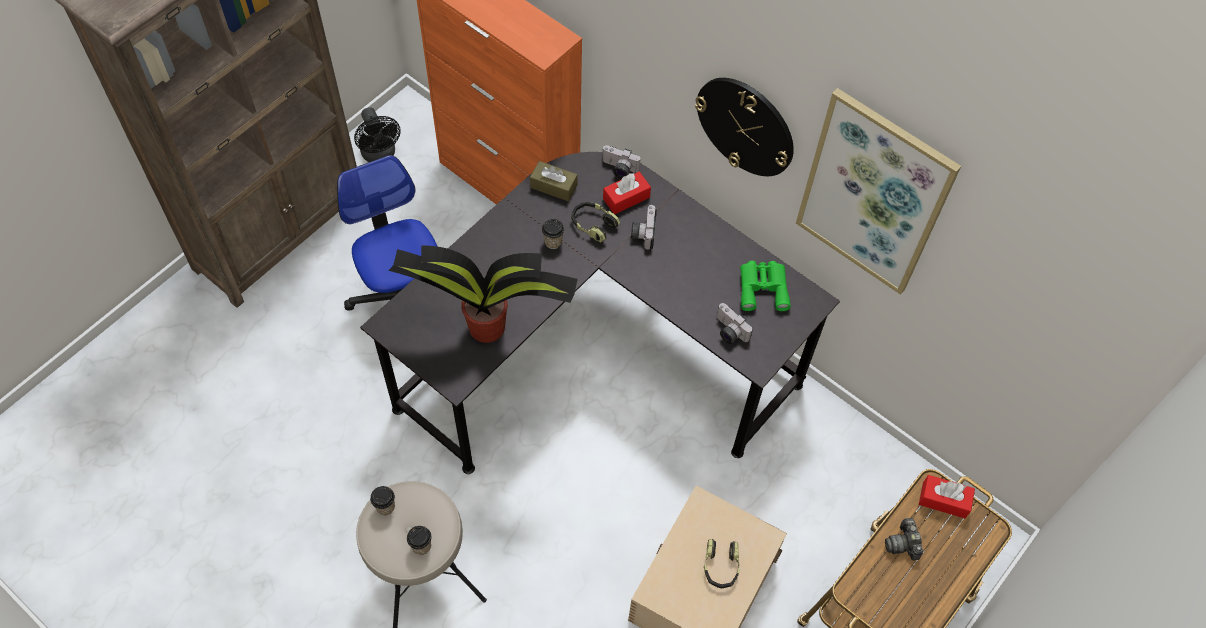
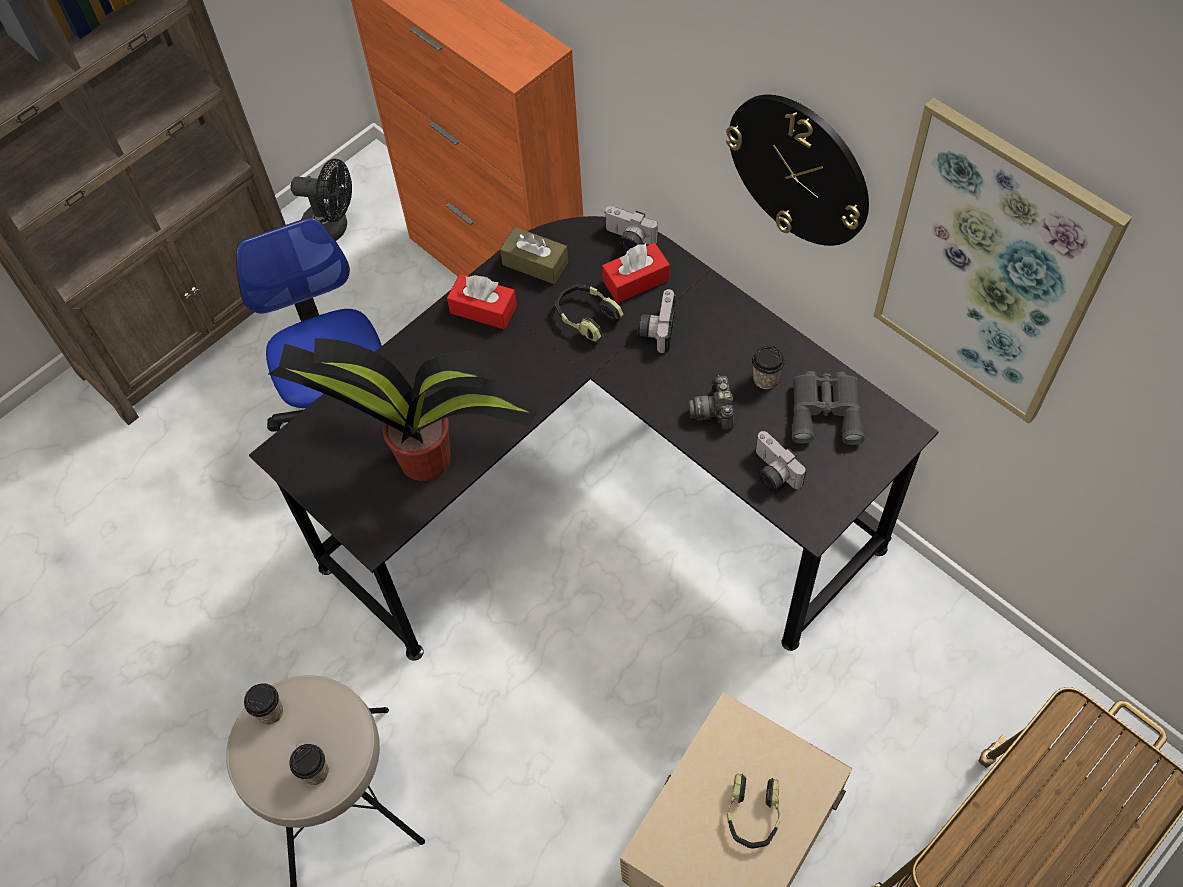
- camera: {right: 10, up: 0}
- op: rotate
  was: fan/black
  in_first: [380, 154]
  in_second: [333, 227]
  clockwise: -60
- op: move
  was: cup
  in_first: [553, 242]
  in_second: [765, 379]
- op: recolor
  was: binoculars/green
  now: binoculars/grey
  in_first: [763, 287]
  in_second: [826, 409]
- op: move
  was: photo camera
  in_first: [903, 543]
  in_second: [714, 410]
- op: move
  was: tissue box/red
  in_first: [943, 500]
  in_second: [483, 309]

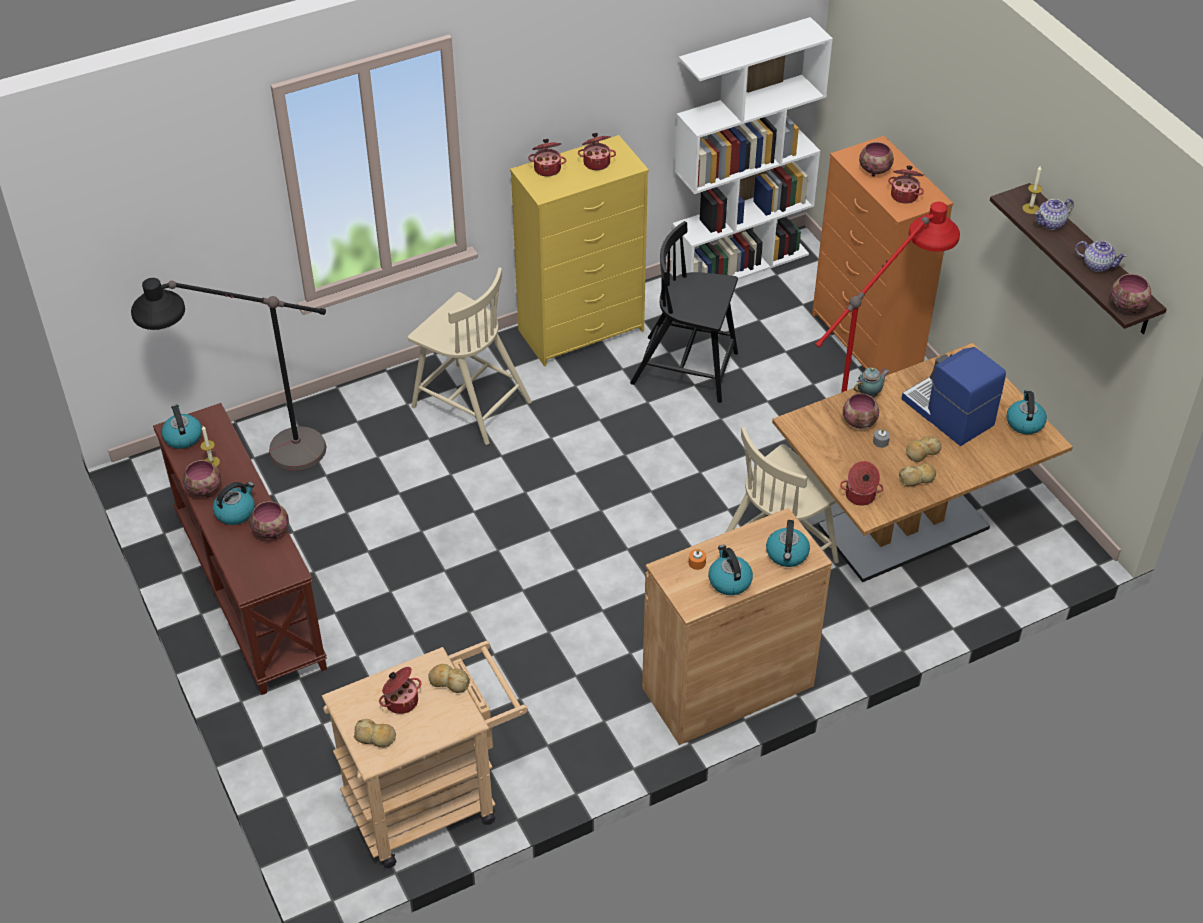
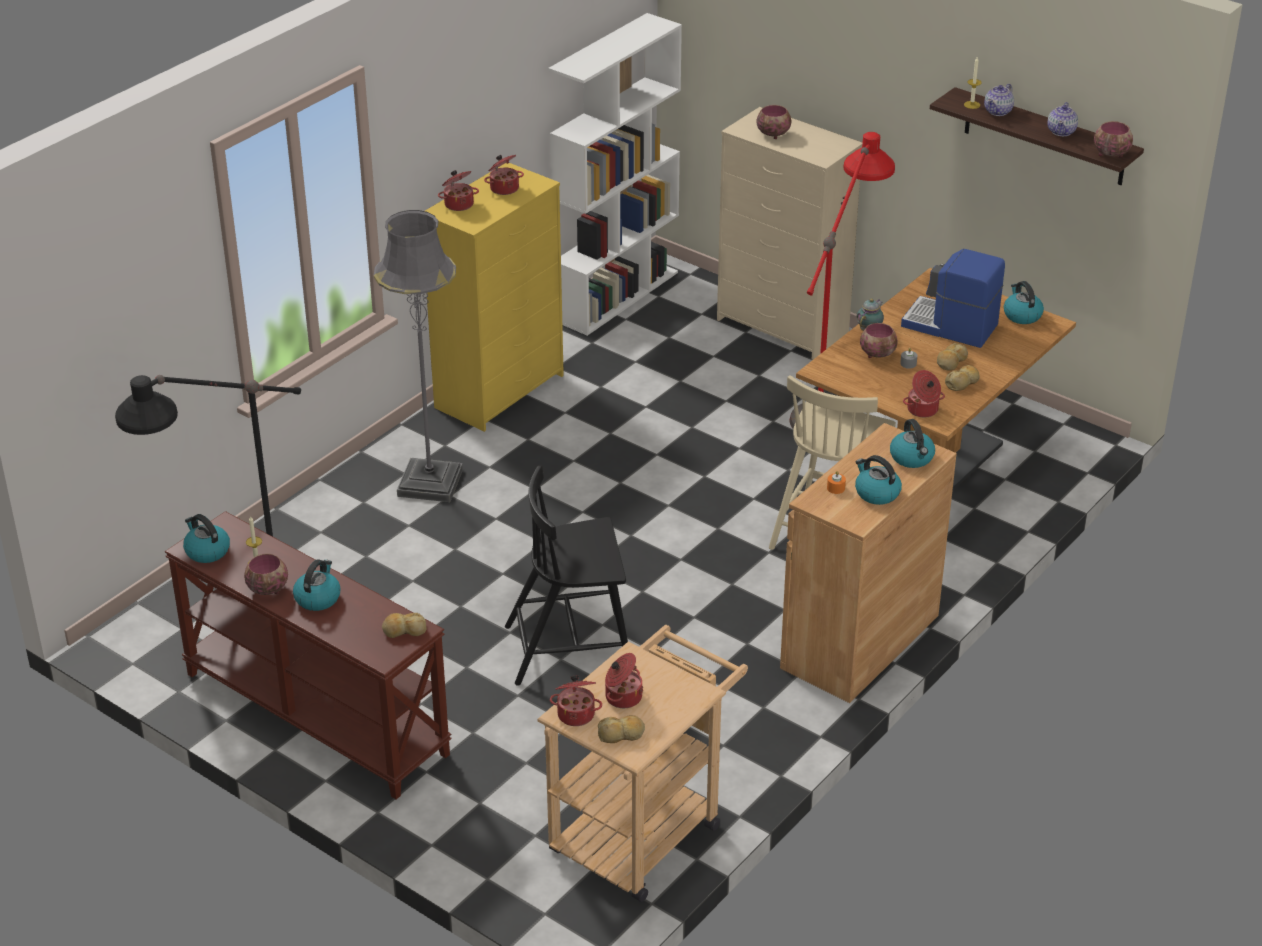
- camera: {right: -25, up: -10}
- op: delete
  was: bowl
  in_first: [271, 530]
- op: replace
  was: chair/beige
  now: floor lamp/grey
  in_first: [469, 403]
  in_second: [430, 483]
- op: move
  was: bread
  in_first: [449, 682]
  in_second: [404, 630]
- op: move
  was: chair/black
  in_first: [687, 369]
  in_second: [571, 648]
- op: recolor
  was: dresser/orange
  now: dresser/beige
  in_first: [867, 340]
  in_second: [783, 327]
- op: move
  was: cooking pot
  in_first: [904, 195]
  in_second: [576, 714]
- op: rotate
  was: teapot
  in_first: [1097, 265]
  in_second: [1061, 131]
  clockwise: 105

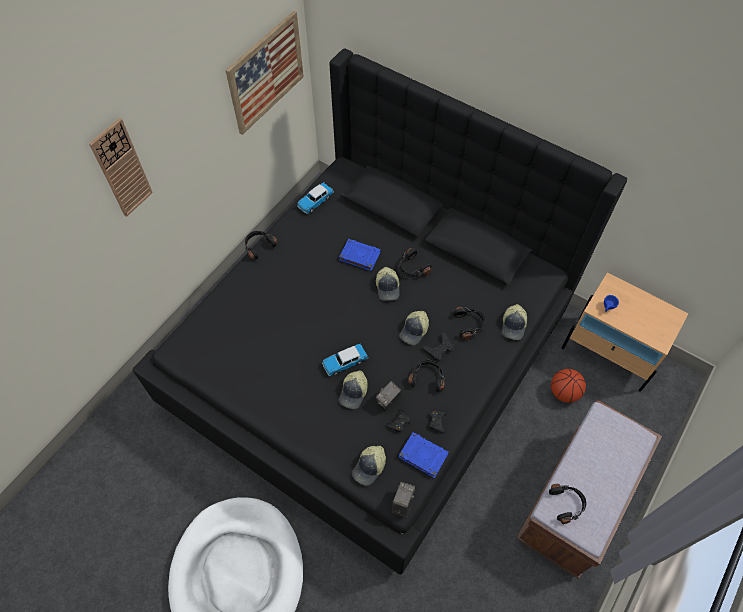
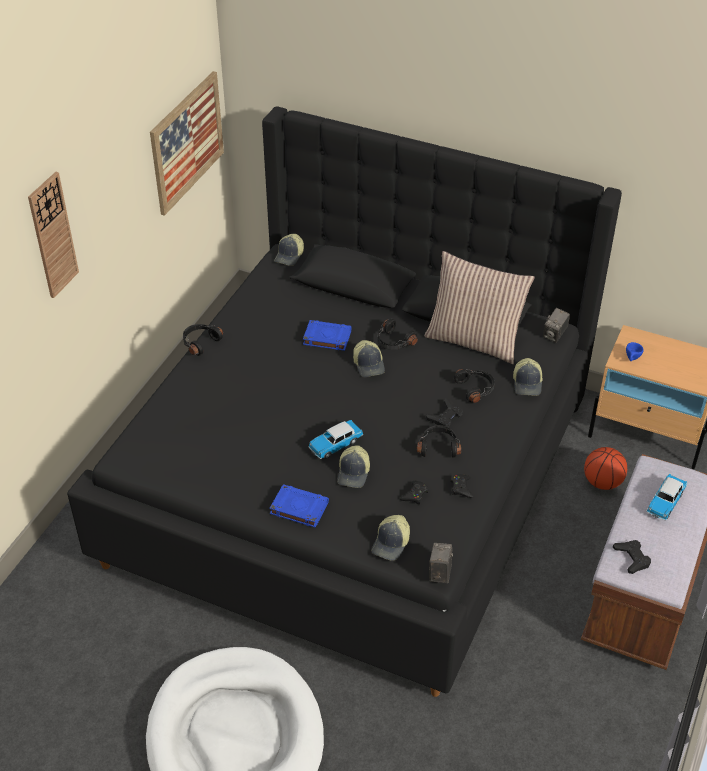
- camera: {right: -10, up: -15}
- op: move
  was: toy car
  in_first: [315, 201]
  in_second: [665, 502]
- op: move
  was: photo camera
  in_first: [388, 400]
  in_second: [554, 335]
- op: move
  was: cap
  in_first: [414, 331]
  in_second: [290, 256]
- op: move
  was: book/blue
  in_first: [422, 455]
  in_second: [298, 508]
- op: replace
  was: headphones/black
  now: game controller/black
  in_first: [567, 504]
  in_second: [632, 558]
- op: insert
  now: pillow
  in_second: [474, 340]

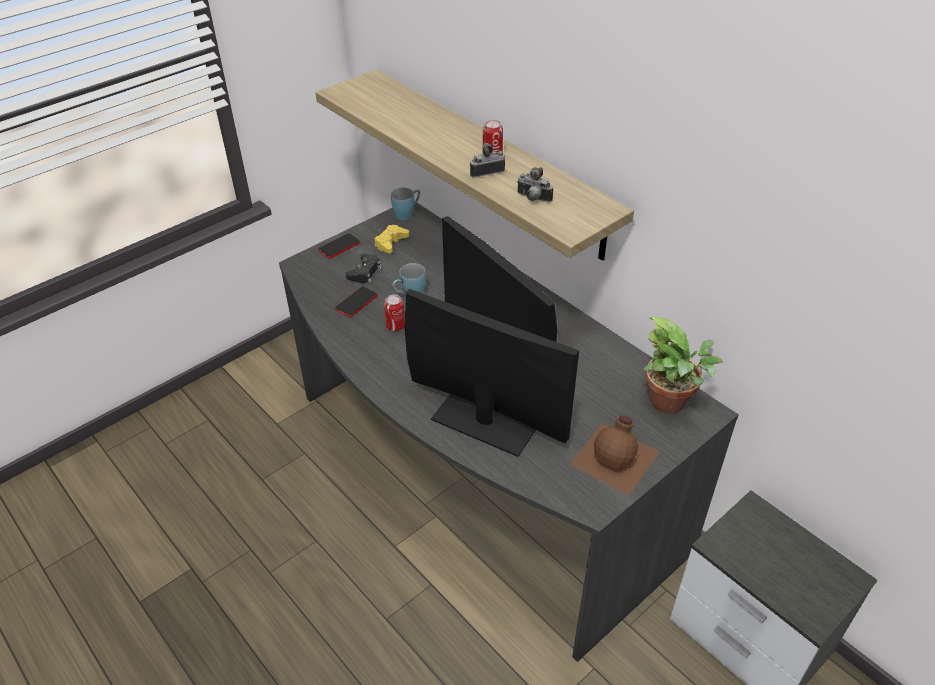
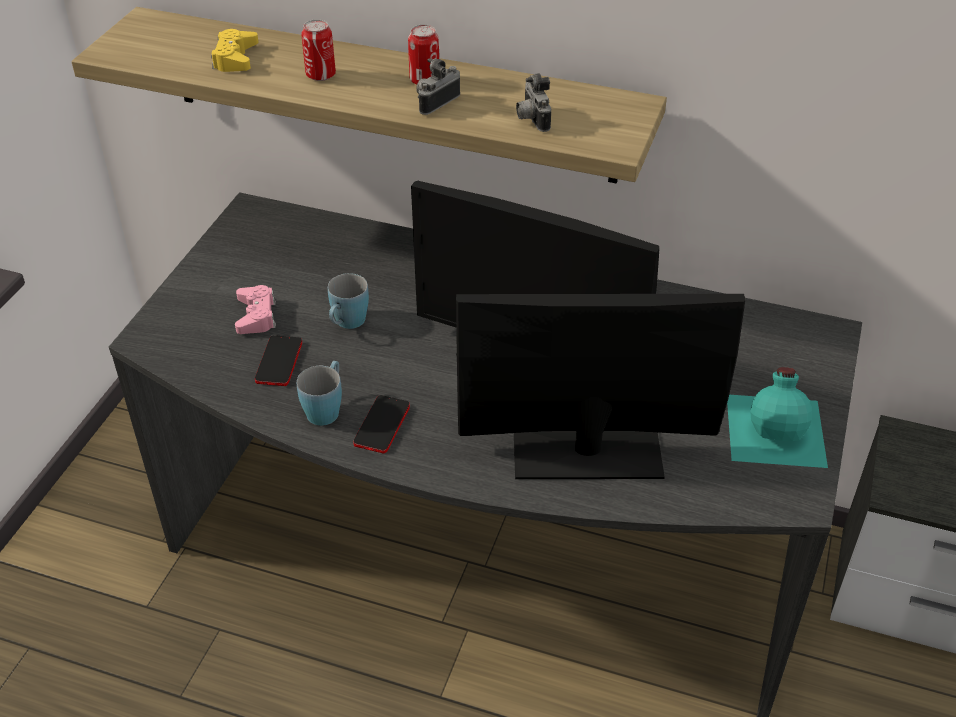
- camera: {right: -30, up: 0}
- op: move
  was: phone
  in_first: [339, 247]
  in_second: [382, 425]
- op: recolor
  was: game controller/black
  now: game controller/pink
  in_first: [365, 272]
  in_second: [256, 315]
- op: move
  was: game controller/yellow
  in_first: [391, 243]
  in_second: [235, 58]
- op: move
  was: can
  in_first: [395, 326]
  in_second: [321, 75]
- op: move
  was: mug/blue
  in_first: [407, 213]
  in_second: [326, 408]
- op: rotate
  was: photo camera
  in_first: [533, 199]
  in_second: [531, 119]
  clockwise: 75
- op: recolor
  was: bottle/brown
  now: bottle/turquoise
  in_first: [616, 457]
  in_second: [777, 428]
- op: delete
  was: potted plant
  in_first: [672, 404]

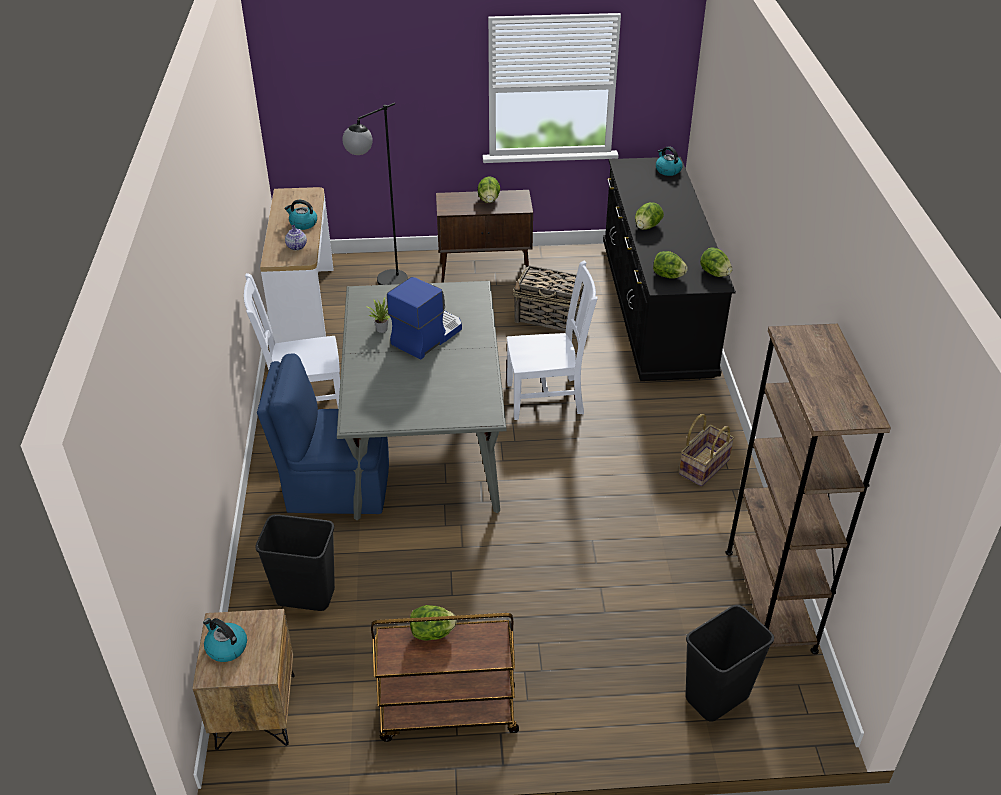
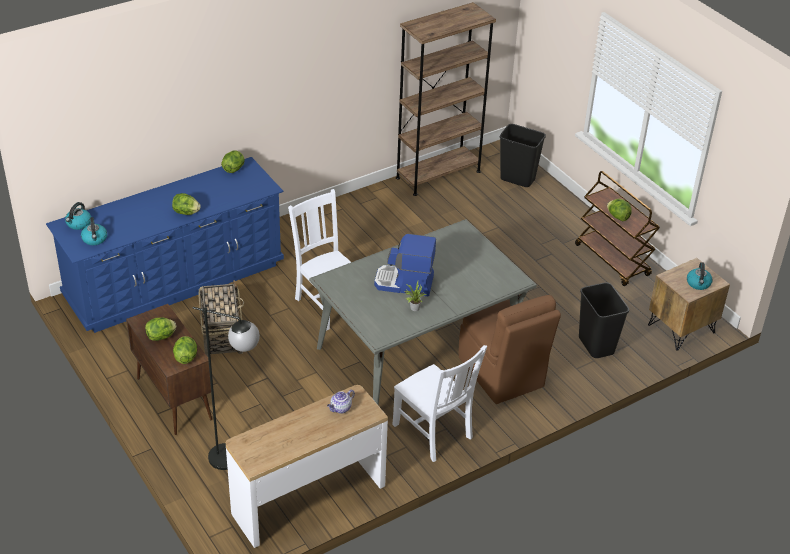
- camera: {right: -120, up: 0}
- op: recolor
  was: chair/blue
  now: chair/brown
  in_first: [335, 487]
  in_second: [502, 374]
- op: move
  was: kettle
  in_first: [303, 224]
  in_second: [95, 239]
- op: recolor
  was: dresser/black
  now: dresser/blue
  in_first: [655, 310]
  in_second: [175, 281]
- op: move
  was: lettuce
  in_first: [668, 276]
  in_second: [185, 357]
- op: delete
  was: basket
  in_first: [703, 466]

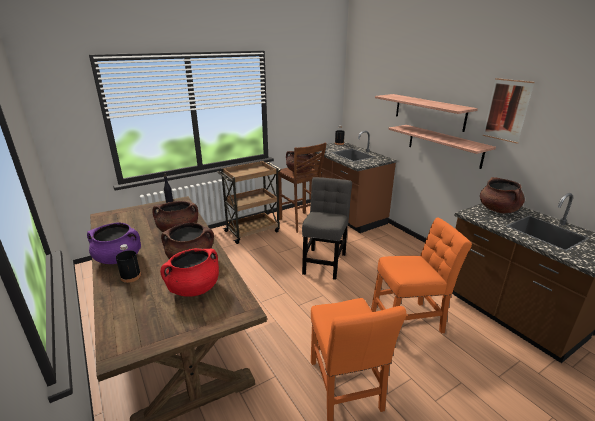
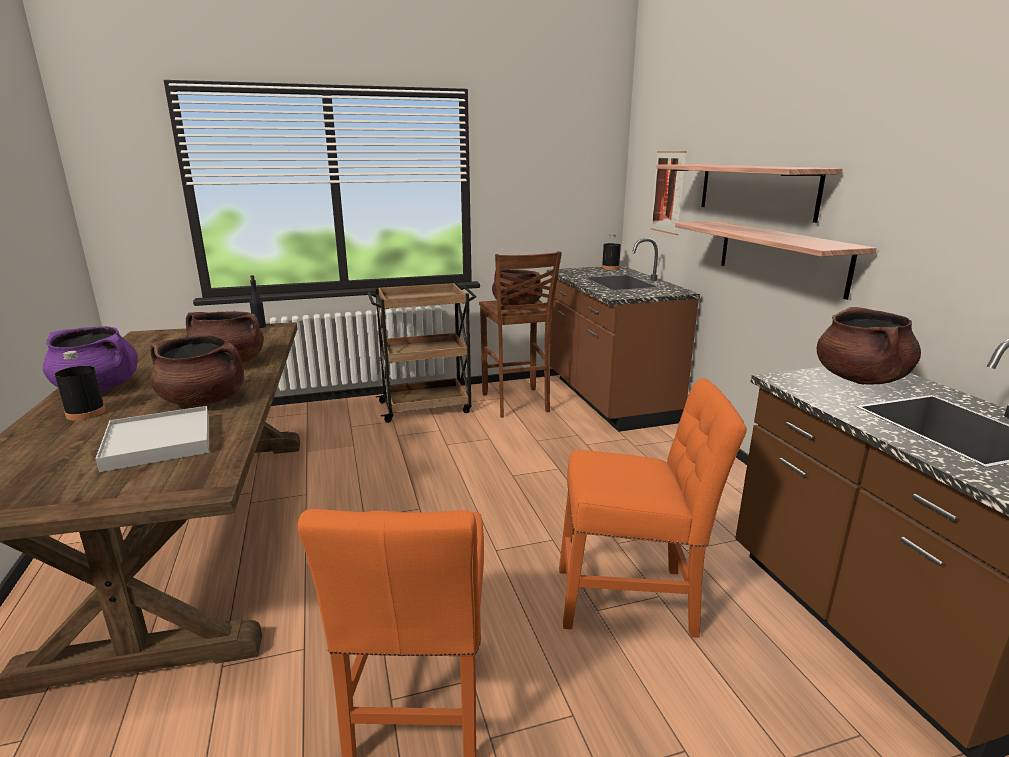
- camera: {right: 15, up: -5}
- op: replace
  was: cooking pot/red
  now: tray/white
  in_first: [194, 289]
  in_second: [158, 442]
- op: delete
  was: chair/grey
  in_first: [324, 262]
- op: move
  was: picture
  in_first: [507, 110]
  in_second: [668, 192]

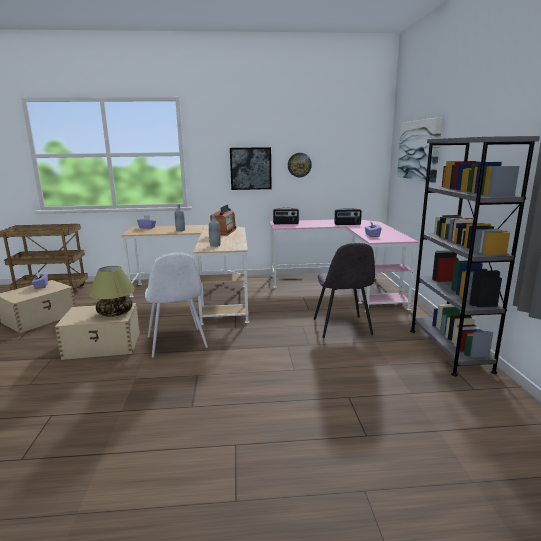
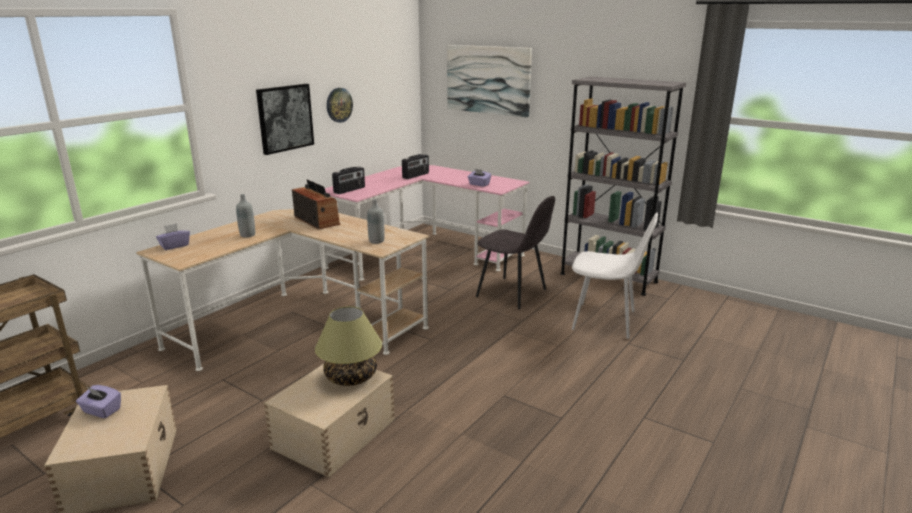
- camera: {right: -50, up: 5}
- op: move
  was: chair/white
  in_first: [177, 343]
  in_second: [606, 321]

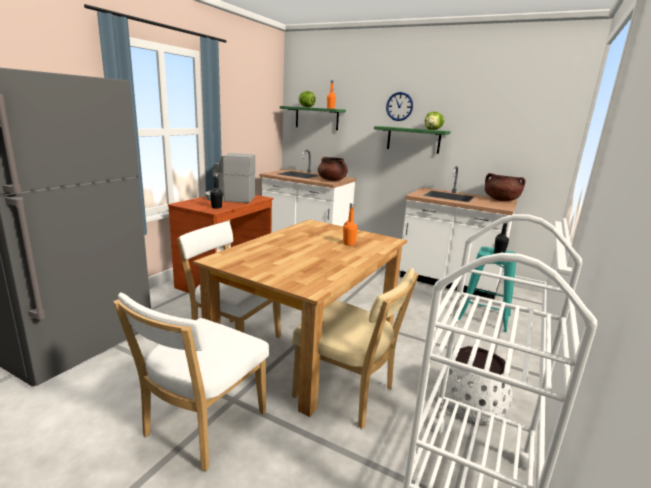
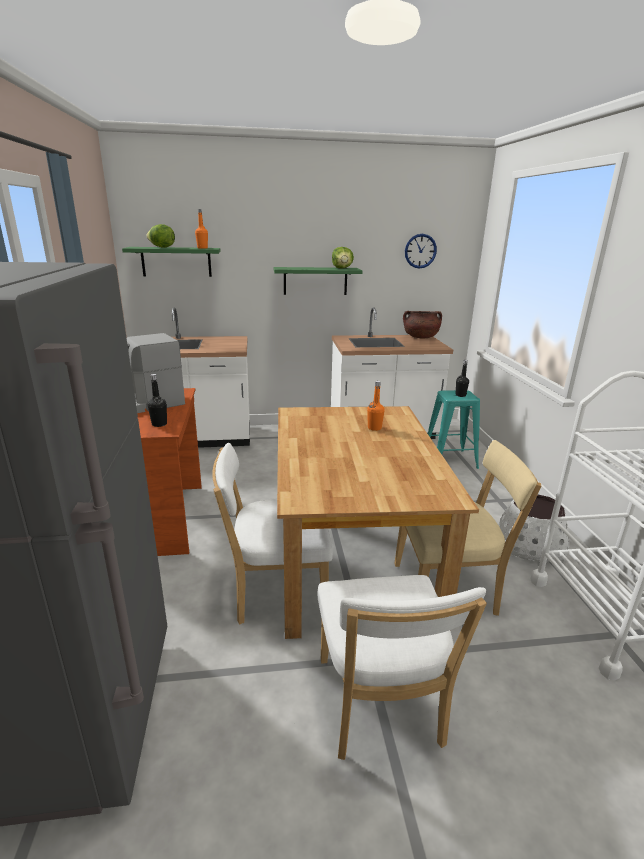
- camera: {right: -35, up: 5}
- op: delete
  was: cooking pot/brown
  in_first: [332, 180]
- op: move
  was: wall clock
  in_first: [399, 106]
  in_second: [420, 251]

